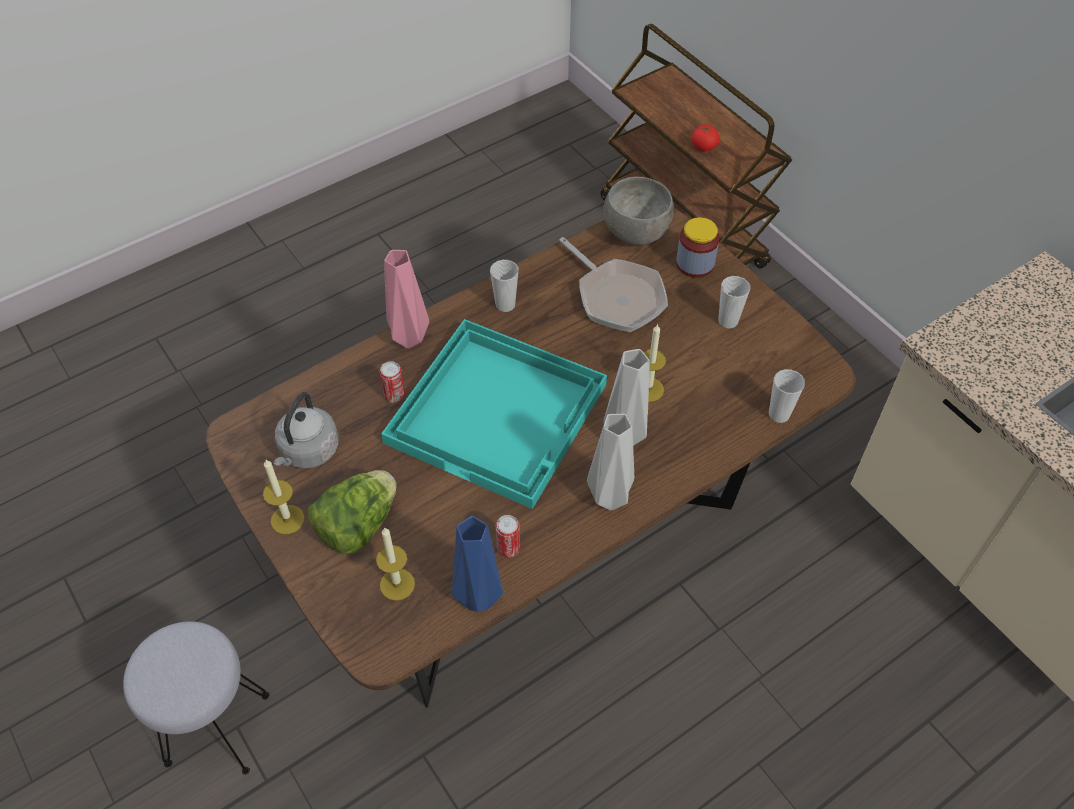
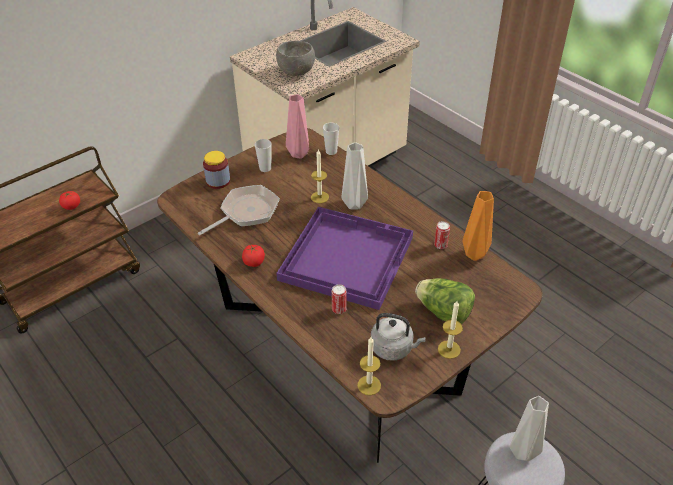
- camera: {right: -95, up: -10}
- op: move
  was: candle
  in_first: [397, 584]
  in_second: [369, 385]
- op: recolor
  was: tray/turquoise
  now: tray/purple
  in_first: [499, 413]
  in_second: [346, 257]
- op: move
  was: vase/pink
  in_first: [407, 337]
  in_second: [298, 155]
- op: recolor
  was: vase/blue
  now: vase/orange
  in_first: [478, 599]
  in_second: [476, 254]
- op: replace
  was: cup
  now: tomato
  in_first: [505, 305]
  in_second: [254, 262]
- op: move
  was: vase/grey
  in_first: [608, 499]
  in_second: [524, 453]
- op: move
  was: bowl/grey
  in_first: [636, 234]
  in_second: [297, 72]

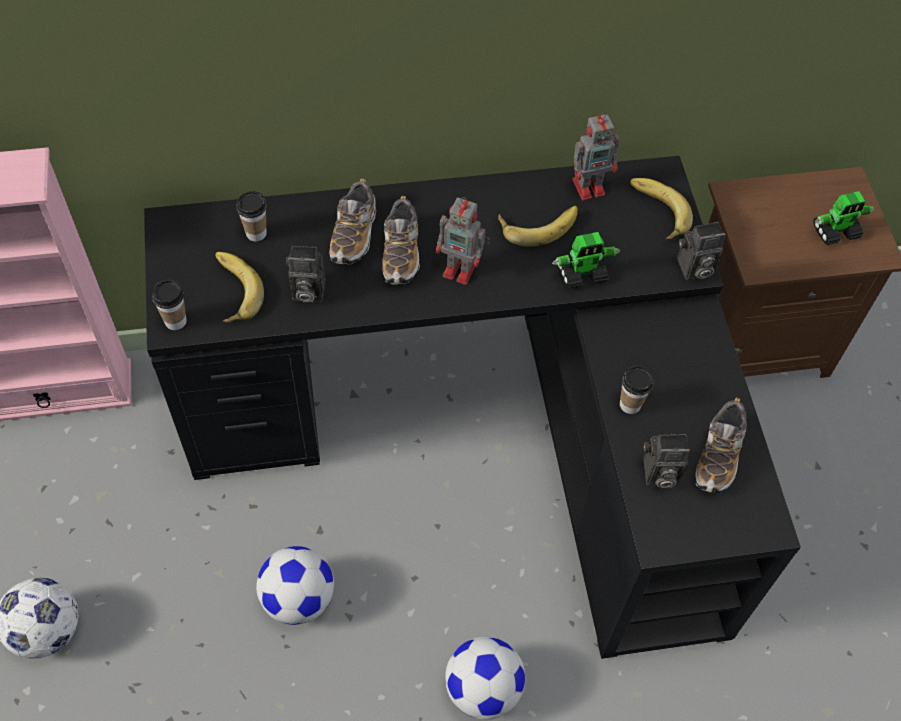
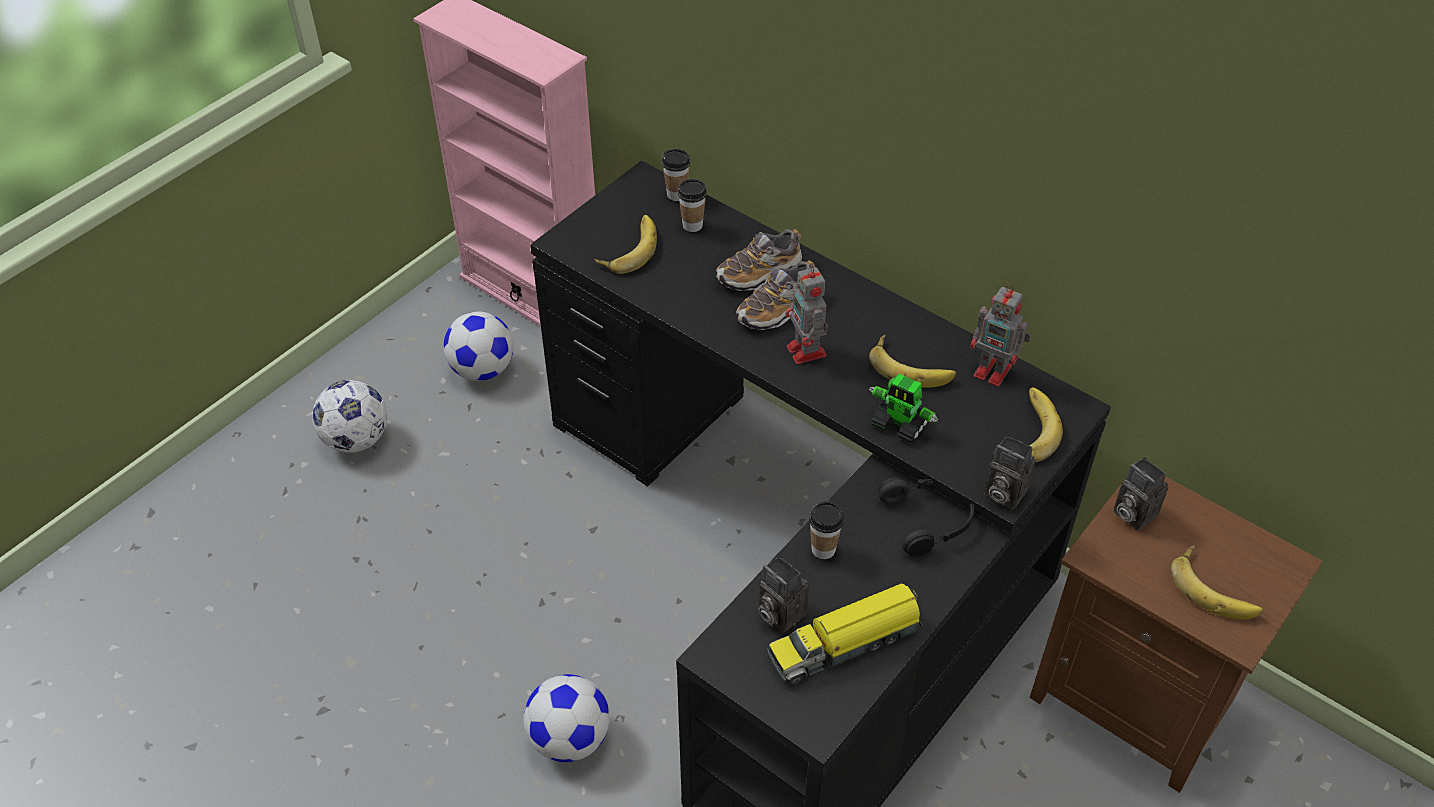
- camera: {right: 50, up: -10}
- op: move
  was: cup
  in_first: [175, 321]
  in_second: [676, 194]
- op: move
  was: football
  in_first: [298, 598]
  in_second: [483, 369]
- op: move
  was: photo camera
  in_first: [306, 291]
  in_second: [1131, 513]
- op: replace
  was: shoe
  now: toy truck
  in_first: [718, 455]
  in_second: [846, 643]
- op: replace
  was: toy robot
  now: banana
  in_first: [836, 231]
  in_second: [1215, 588]
- op: insert
  now: headphones/black
  in_second: [929, 520]

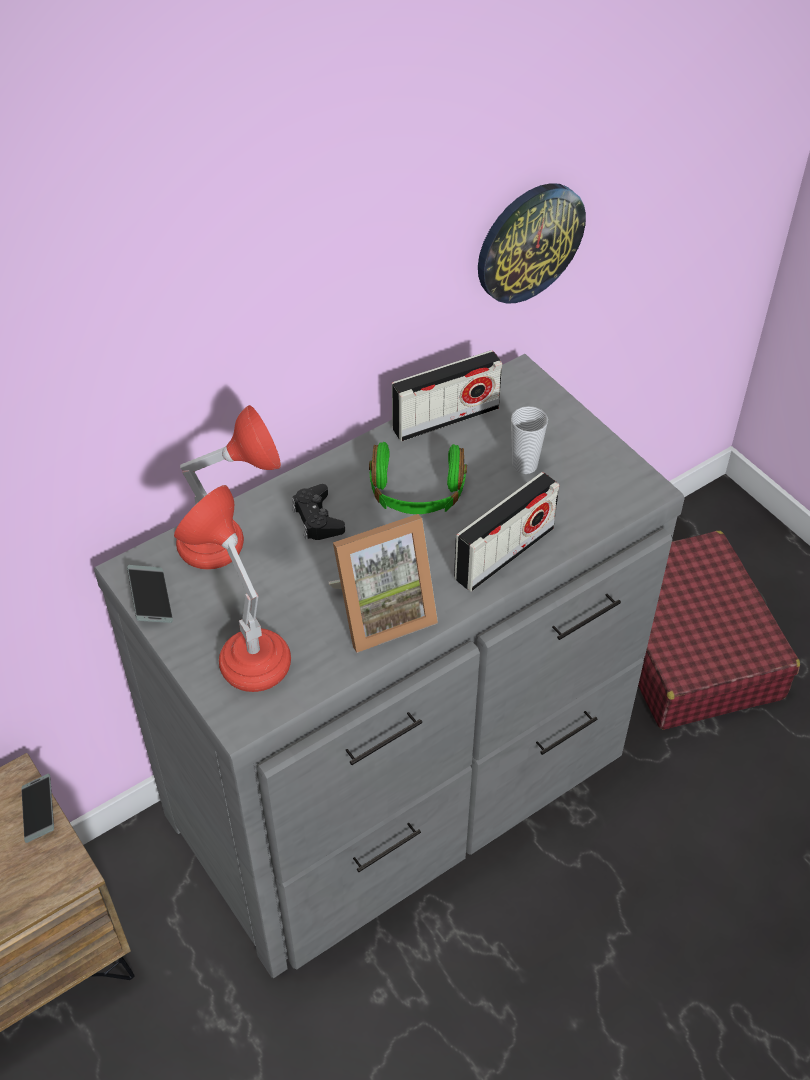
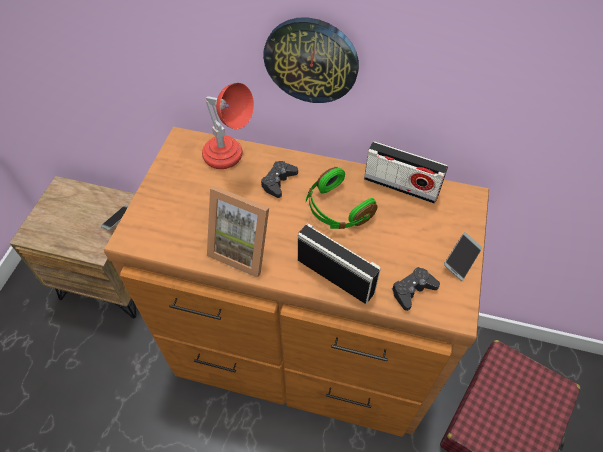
- camera: {right: 50, up: 5}
- op: recolor
  was: dresser/grey
  now: dresser/brown
  in_first: [404, 786]
  in_second: [302, 350]
- op: move
  was: phone
  in_first: [151, 598]
  in_second: [461, 259]
- op: delete
  was: table lamp/red
  in_first: [244, 649]
- op: rotate
  was: radio
  in_first: [504, 553]
  in_second: [335, 275]
  clockwise: -150
- op: move
  was: wall clock
  in_first: [529, 242]
  in_second: [311, 60]
- op: delete
  was: cup
  in_first: [525, 465]
- op: insert
  now: game controller/black
  in_second: [412, 290]

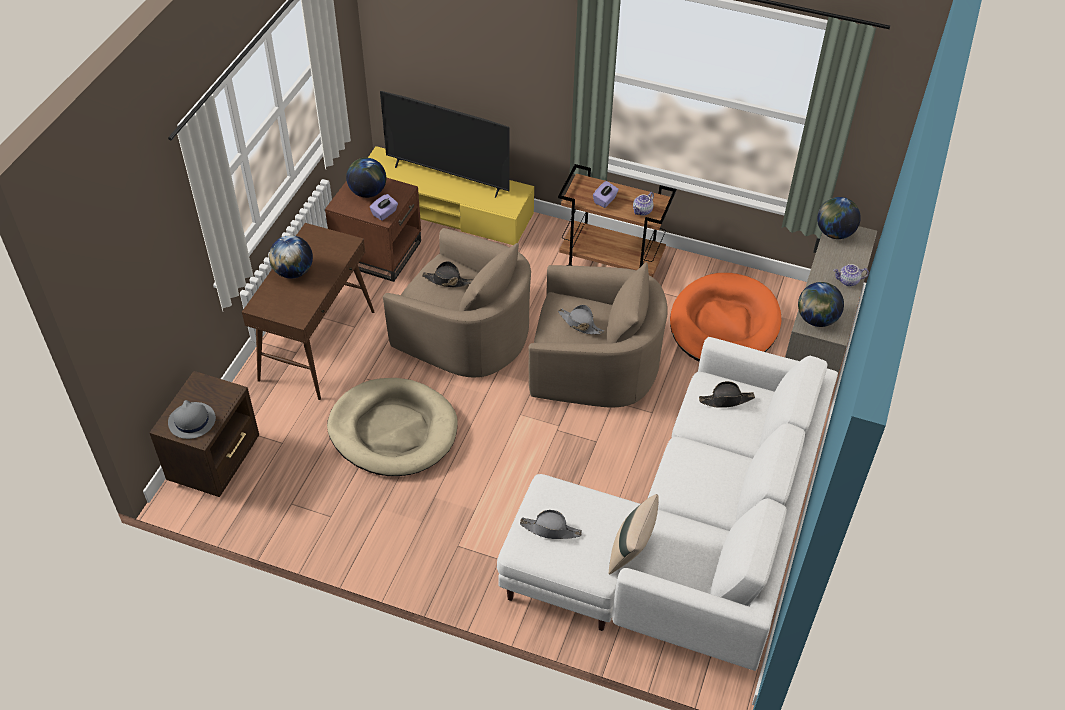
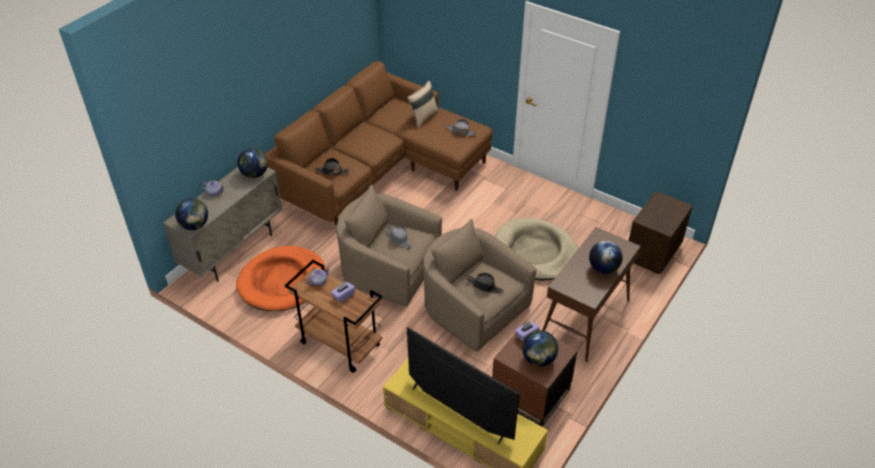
- camera: {right: -165, up: -5}
- op: delete
  was: hat/grey
  in_first: [191, 421]
- op: recolor
  was: sofa/white
  now: sofa/brown
  in_first: [687, 540]
  in_second: [379, 170]

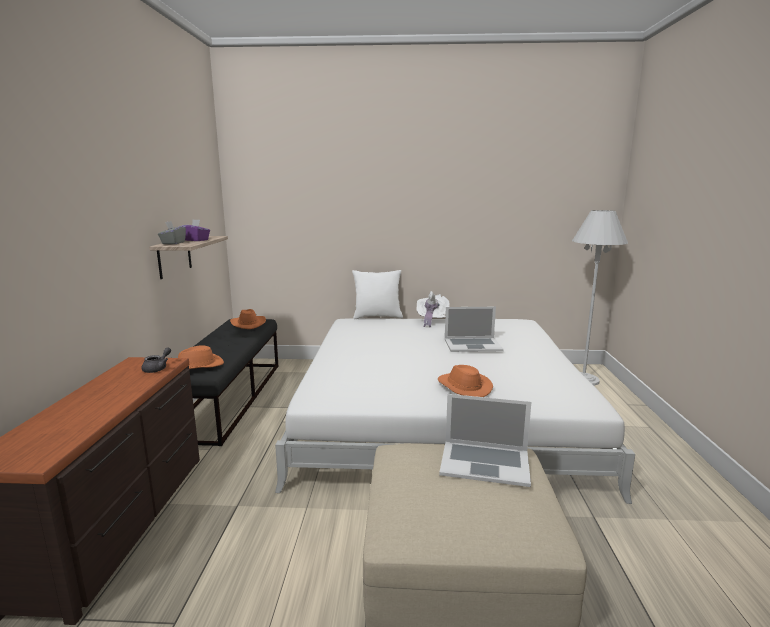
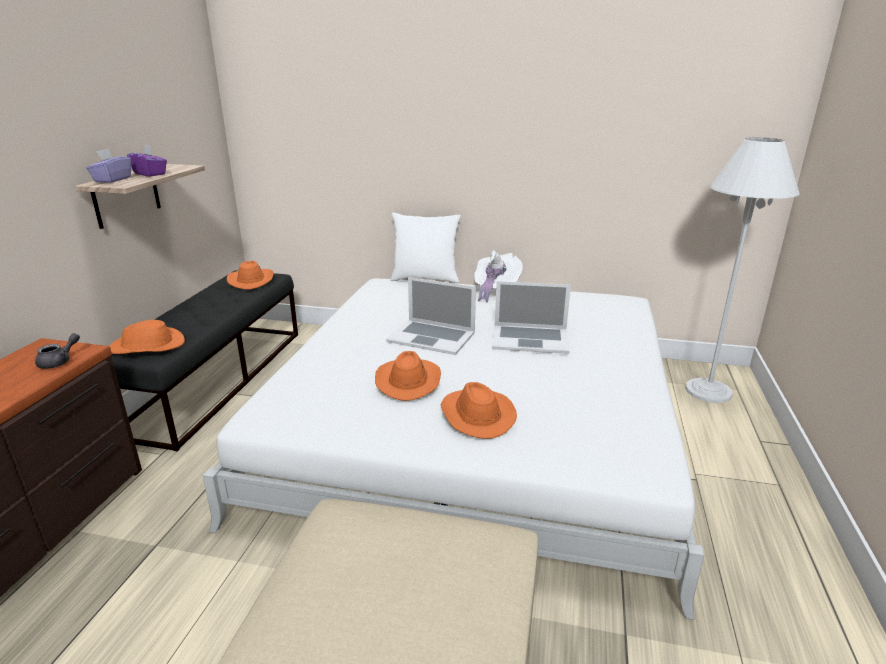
- camera: {right: 10, up: 10}
- op: recolor
  was: tissue box/grey
  now: tissue box/purple
  in_first: [173, 243]
  in_second: [112, 180]
- op: move
  was: laptop
  in_first: [485, 462]
  in_second: [431, 337]
- op: insert
  now: hat/orange
  in_second: [408, 381]

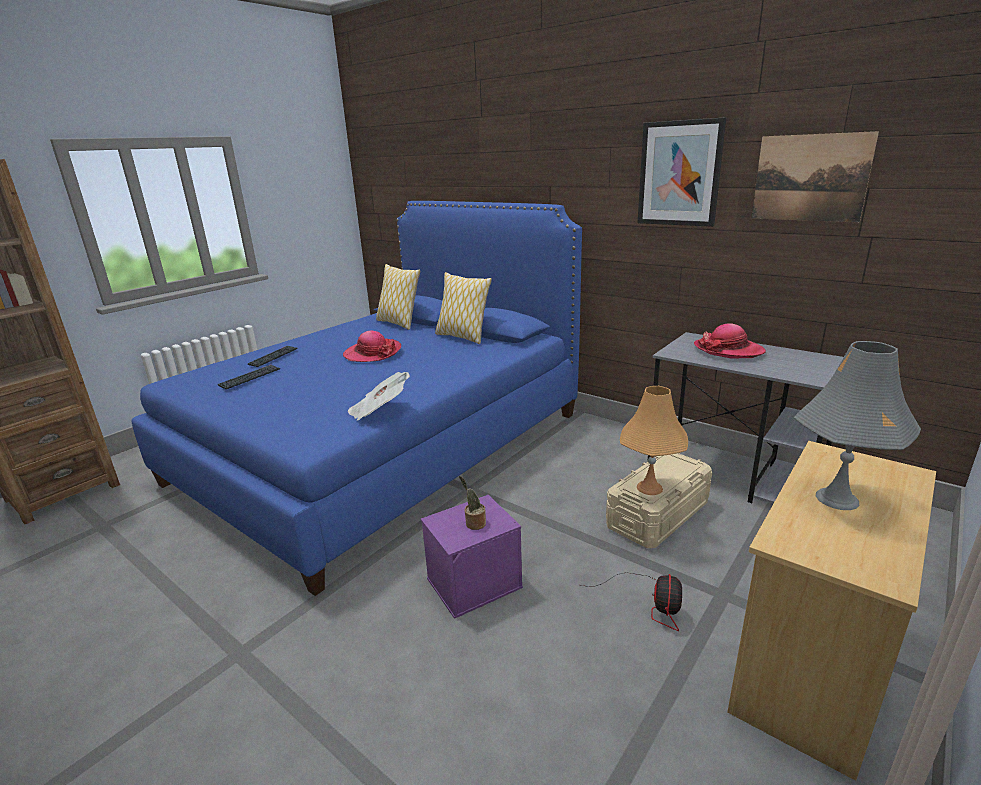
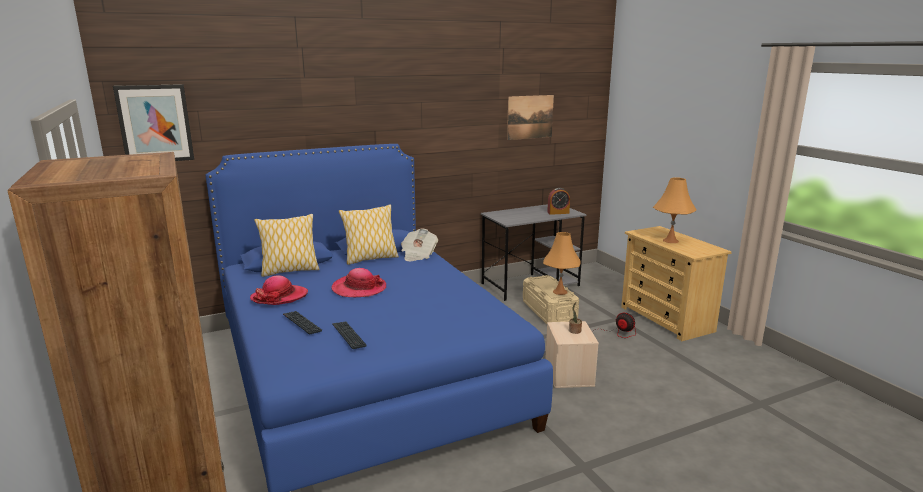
- camera: {right: -65, up: -5}
- op: move
  was: newspaper
  in_first: [379, 411]
  in_second: [418, 255]
- op: recolor
  was: storage box/purple
  now: storage box/beige
  in_first: [474, 582]
  in_second: [568, 374]
- op: move
  was: picture
  in_first: [679, 174]
  in_second: [155, 124]
- op: move
  was: hat
  in_first: [728, 350]
  in_second: [279, 297]
- op: recolor
  was: table lamp/grey
  now: table lamp/orange
  in_first: [837, 499]
  in_second: [670, 241]
- op: insert
  now: alarm clock
  in_second: [558, 213]

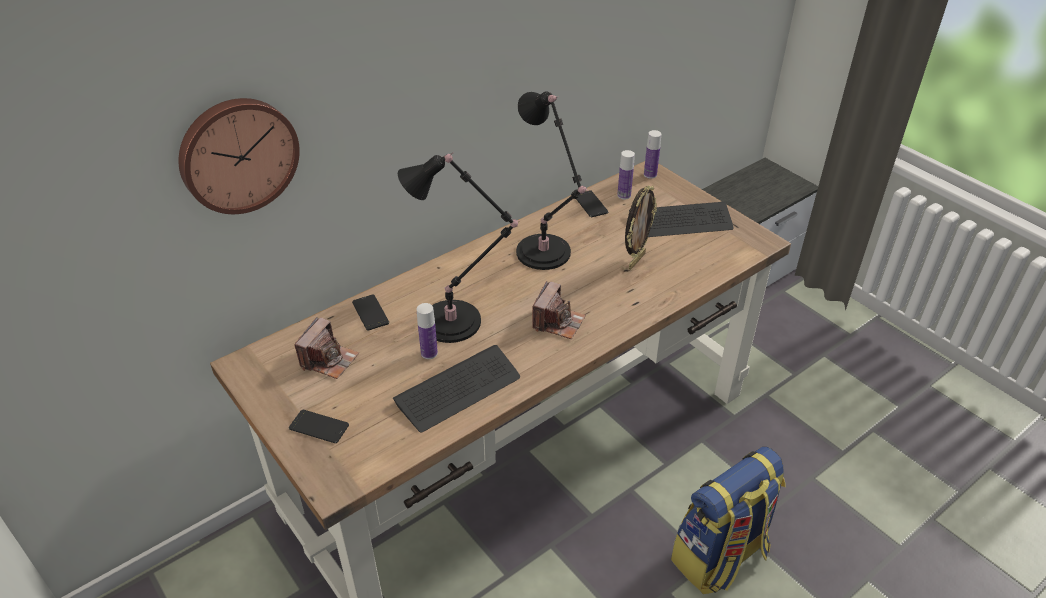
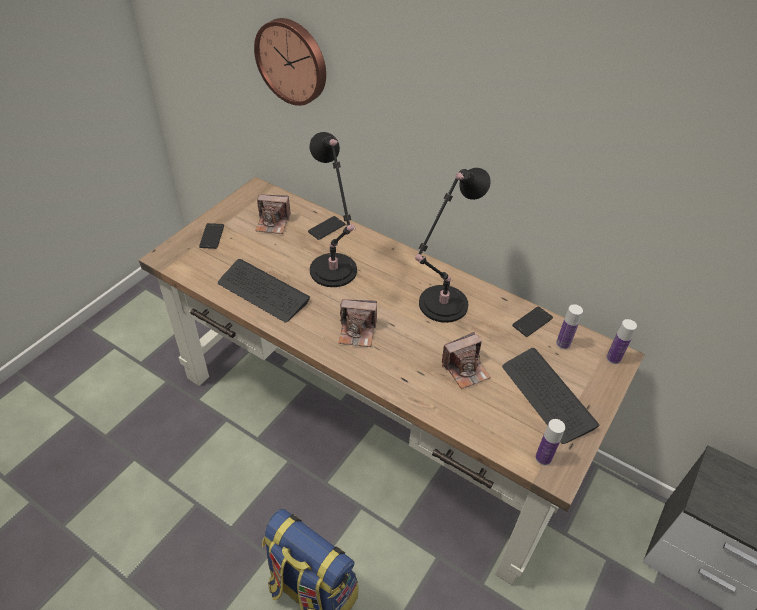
- camera: {right: 70, up: 5}
- op: move
  was: bottle
  in_first: [429, 353]
  in_second: [543, 458]
- op: replace
  was: picture frame
  now: photo camera
  in_first: [635, 260]
  in_second: [465, 369]

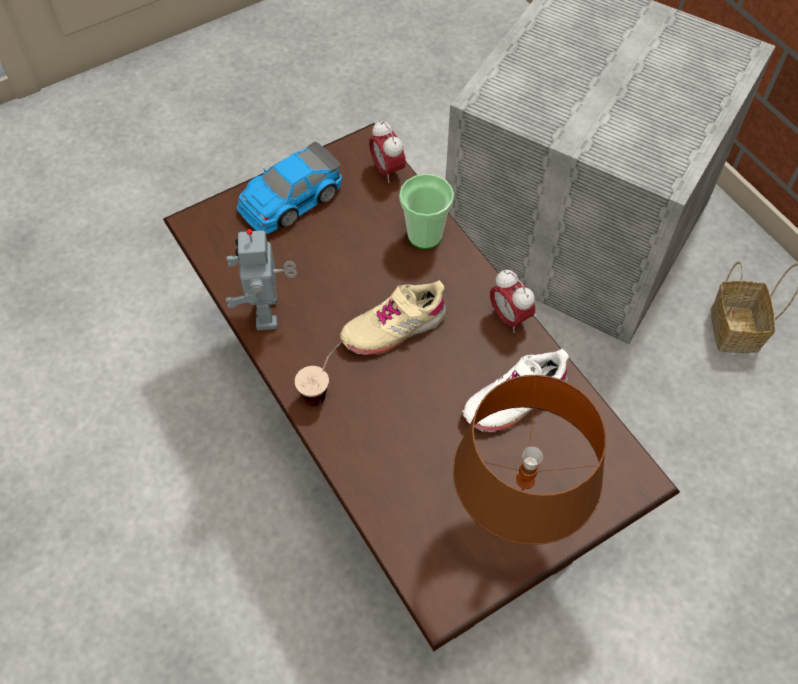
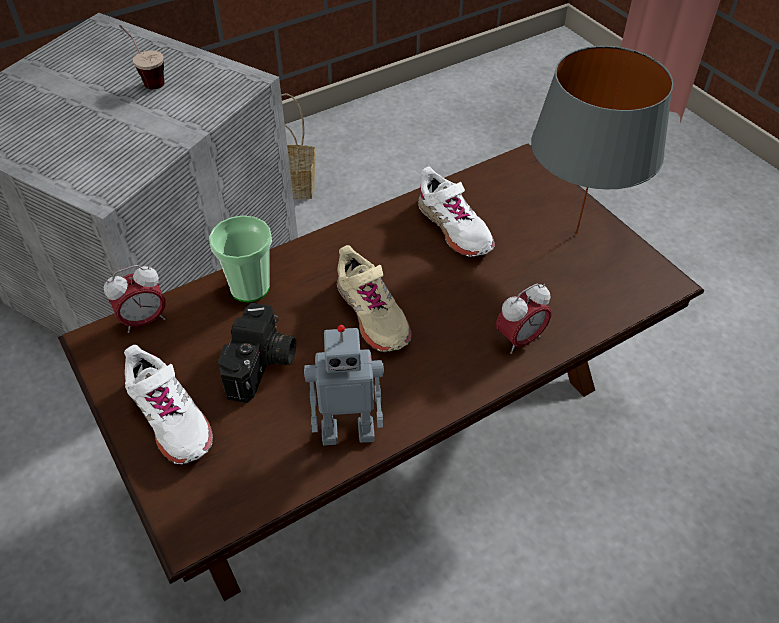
- camera: {right: -90, up: -10}
- op: replace
  was: toy car
  now: shoe/white
  in_first: [290, 199]
  in_second: [170, 418]
- op: move
  was: cup
  in_first: [324, 387]
  in_second: [147, 79]
- op: recolor
  was: table lamp/brown
  now: table lamp/grey
  in_first: [515, 520]
  in_second: [575, 233]
- op: move
  was: alarm clock
  in_first: [509, 317]
  in_second: [519, 339]
- op: insert
  now: photo camera
  in_second: [262, 366]

